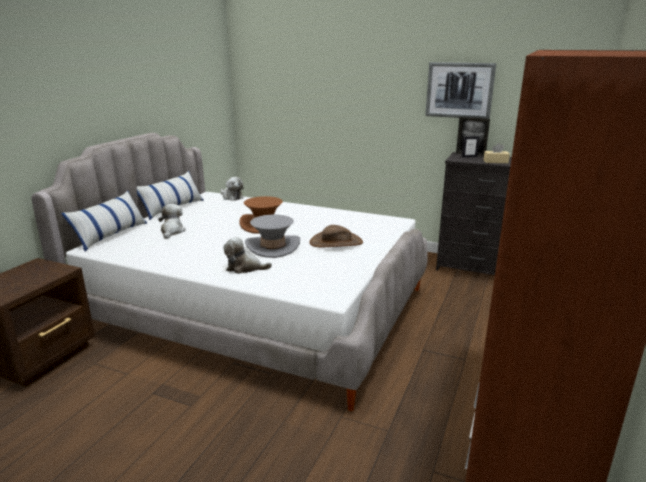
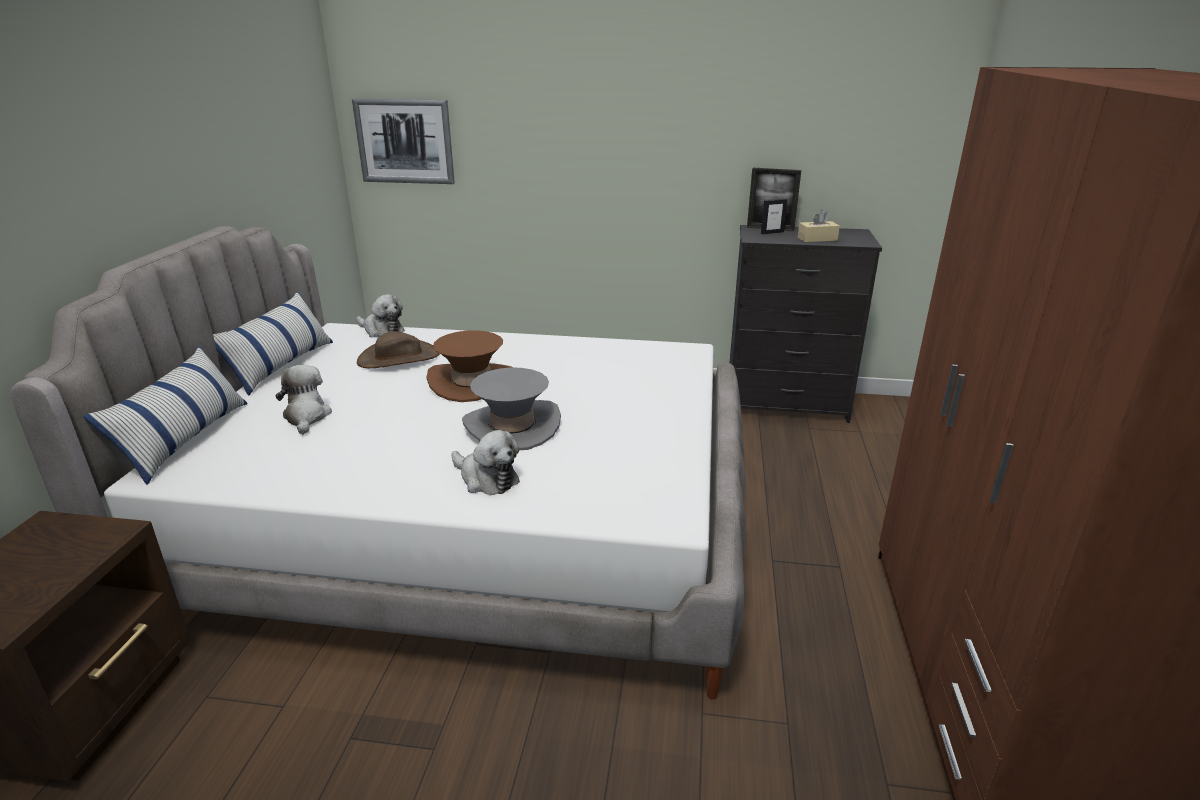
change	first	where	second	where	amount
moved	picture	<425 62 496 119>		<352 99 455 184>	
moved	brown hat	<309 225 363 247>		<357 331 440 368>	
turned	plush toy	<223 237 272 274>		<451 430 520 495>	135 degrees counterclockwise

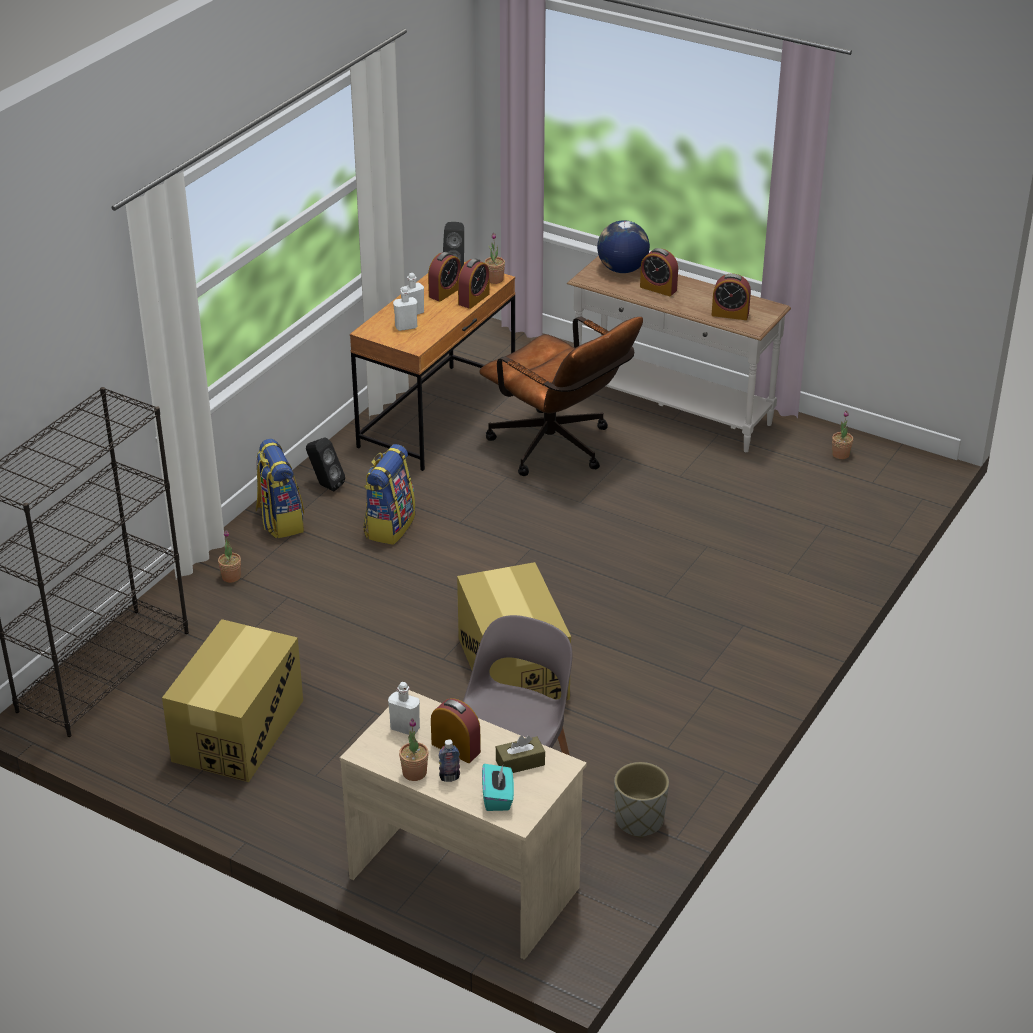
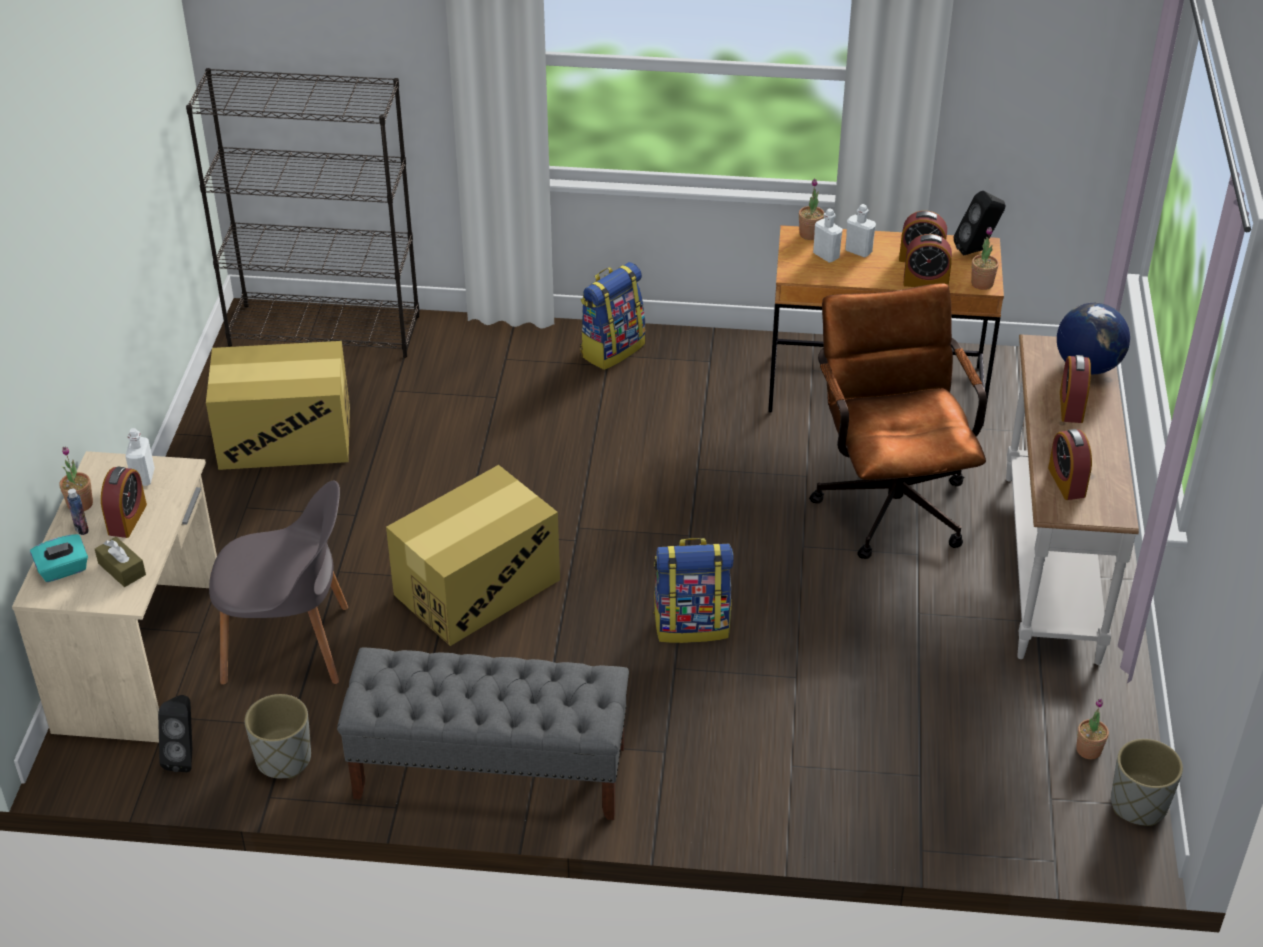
change	first	where	second	where	amount
moved	black speaker	<306 437 345 492>		<158 695 192 772>	
added			grey bench	<337 648 629 820>	
moved	backpack	<363 444 415 545>		<654 538 734 643>	
moved	potted plant	<218 531 241 583>		<799 179 824 240>	
turned	brown office chair	<479 316 643 476>		<809 283 987 559>	150 degrees clockwise
added			grey planter	<1111 739 1183 826>	

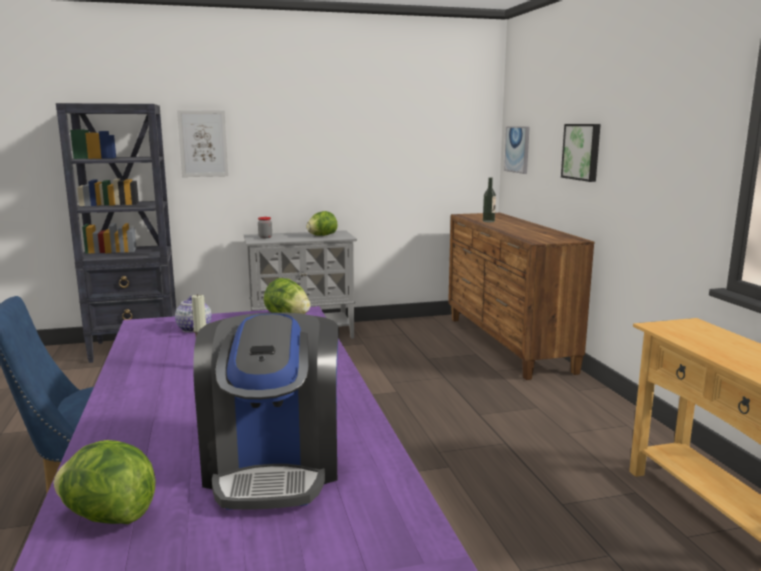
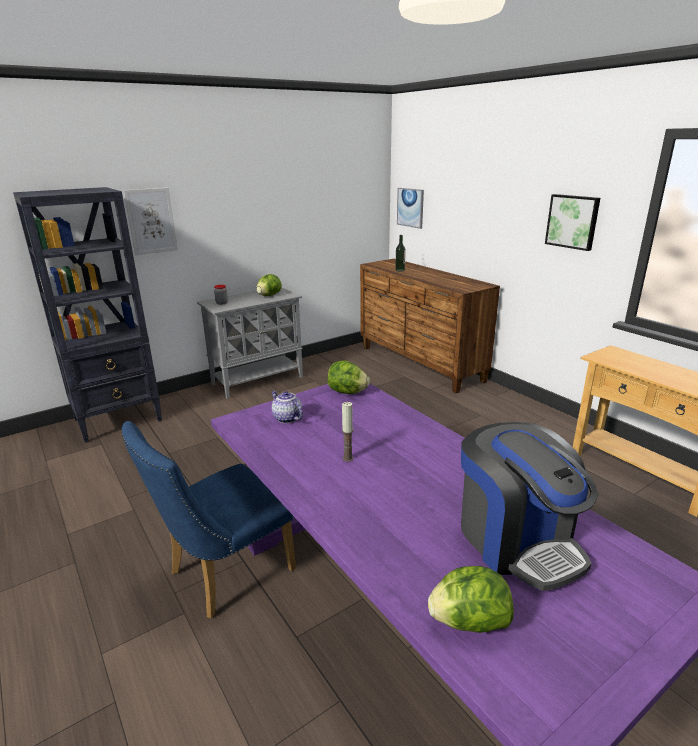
change	first	where	second	where	amount
moved	picture	<561 124 601 182>		<545 194 600 251>	

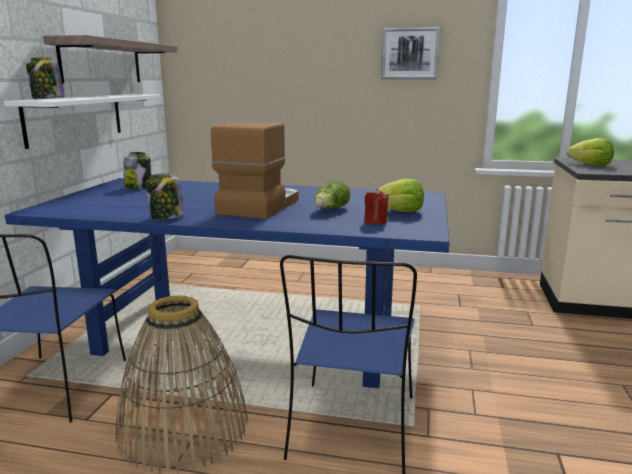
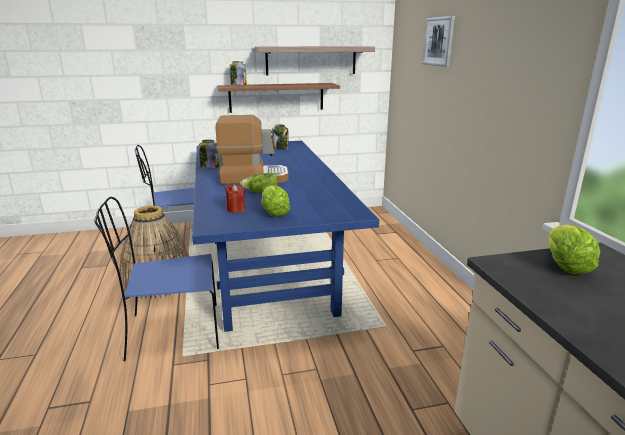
change	first	where	second	where	amount
recoloured	white shelf	<4 94 161 149>	brown shelf	<217 83 340 113>	
moved	picture	<381 27 441 79>		<422 16 455 67>	

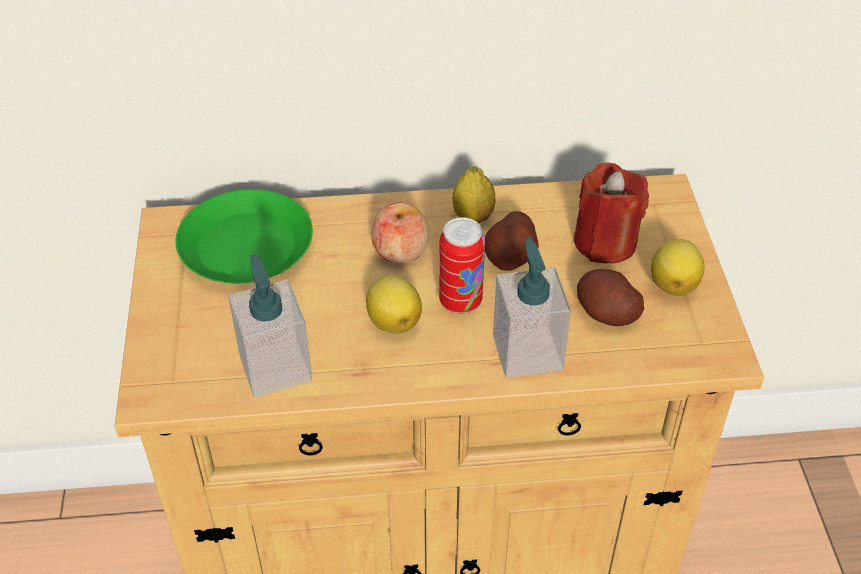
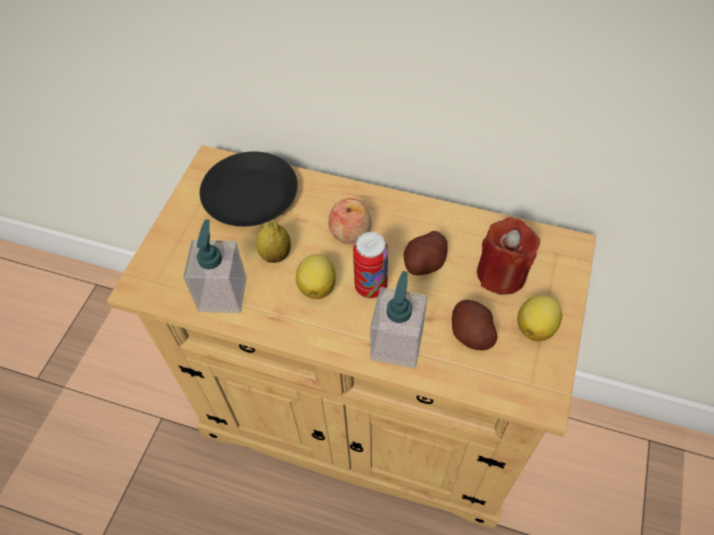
change	first	where	second	where	amount
recoloured	green plate	<175 189 313 283>	black plate	<200 152 298 227>	
moved	lemon	<453 166 496 223>		<256 221 291 263>	

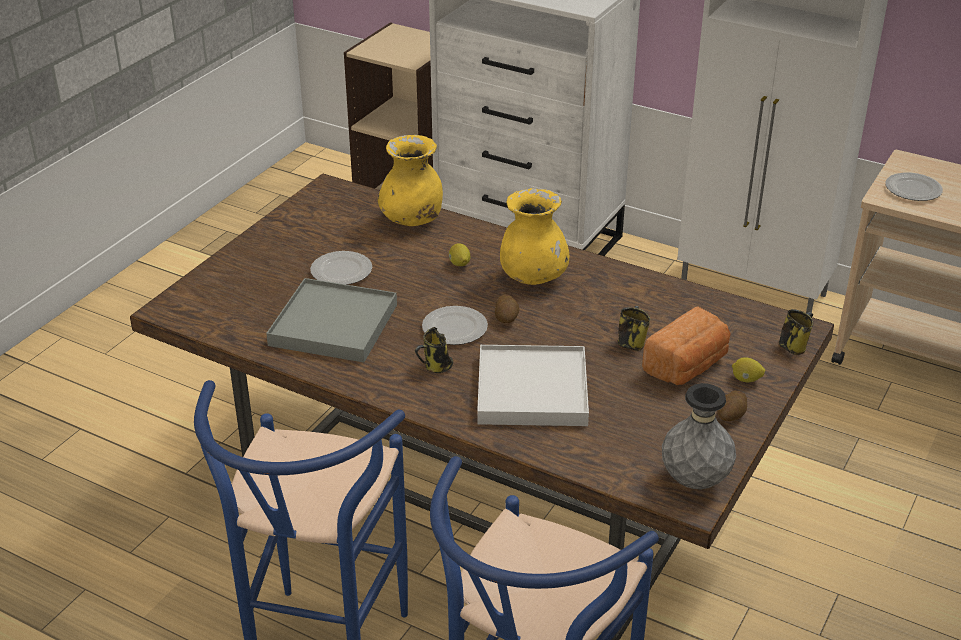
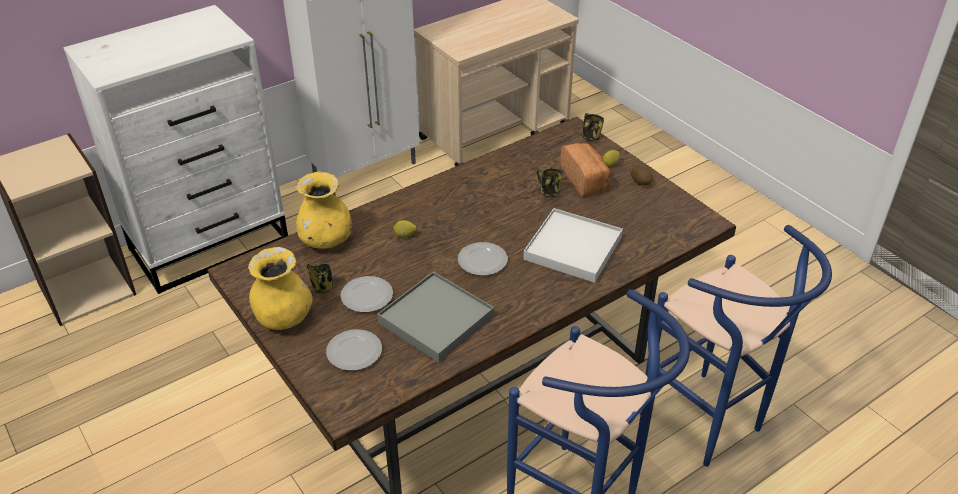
change	first	where	second	where	amount
moved	yellow vase	<500 188 569 285>		<248 247 313 330>	
moved	mug	<415 327 453 373>		<306 263 333 294>	
moved	plate	<885 173 943 201>		<326 329 382 371>	
removed	potato	<495 294 519 323>			
removed	grey vase	<662 383 736 489>			

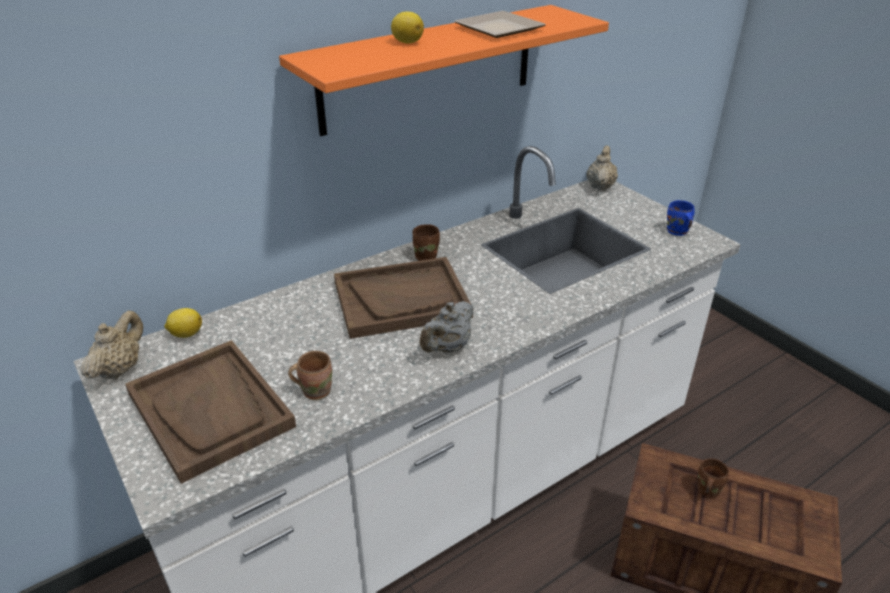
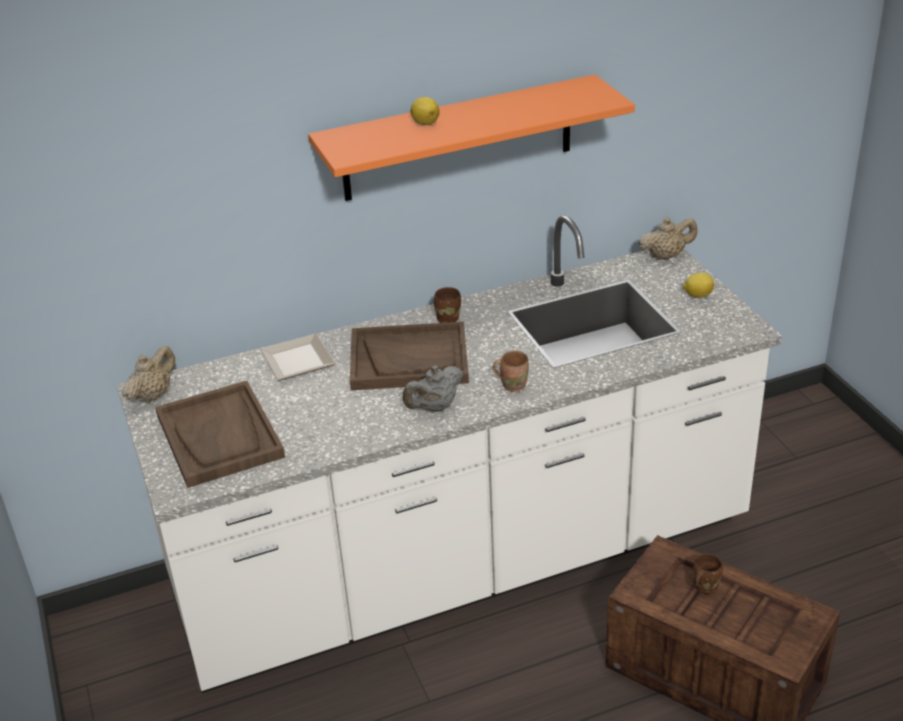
change	first	where	second	where	amount
moved	plate	<454 11 546 38>		<260 334 335 381>	
moved	brown mug	<288 351 332 400>		<493 351 529 392>	
turned	beige teapot	<586 146 618 191>		<639 217 697 260>	45 degrees clockwise
moved	lemon	<164 308 202 338>		<683 273 714 298>	
removed	blue mug	<667 200 695 236>			

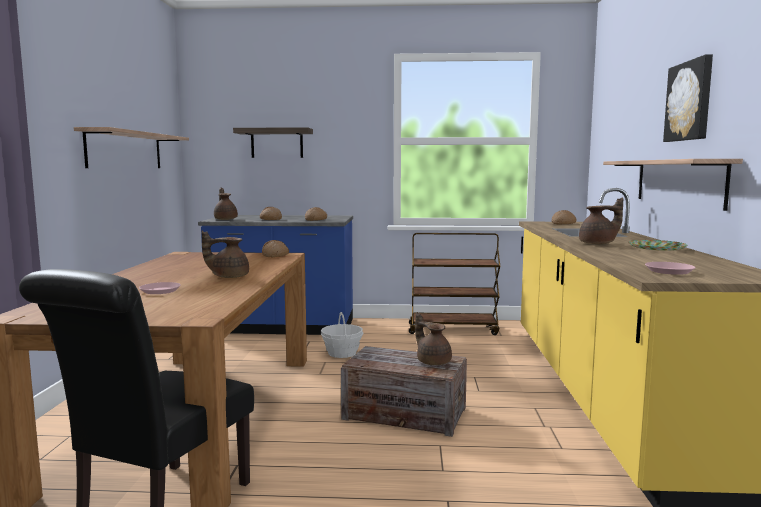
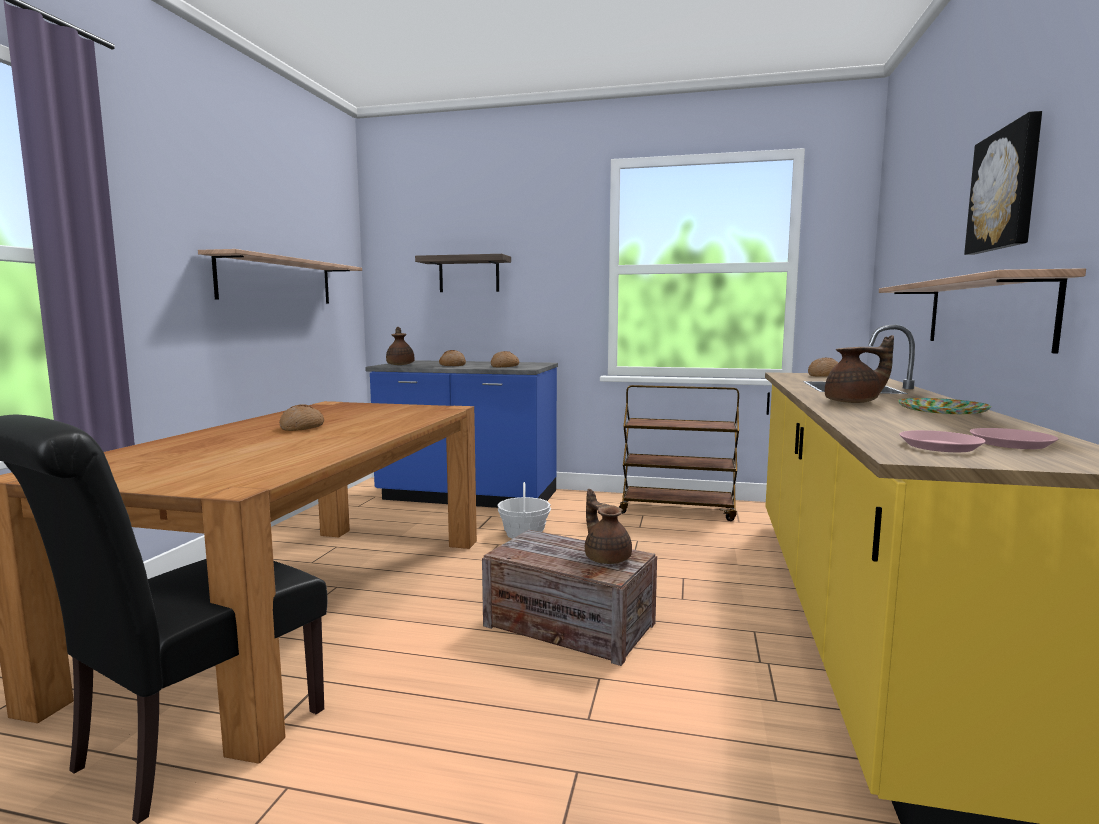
change	first	where	second	where	amount
moved	bread	<262 240 289 257>		<279 404 324 431>	
moved	pink plate	<139 282 181 294>		<970 428 1058 449>	
removed	brown teapot	<201 231 249 278>			

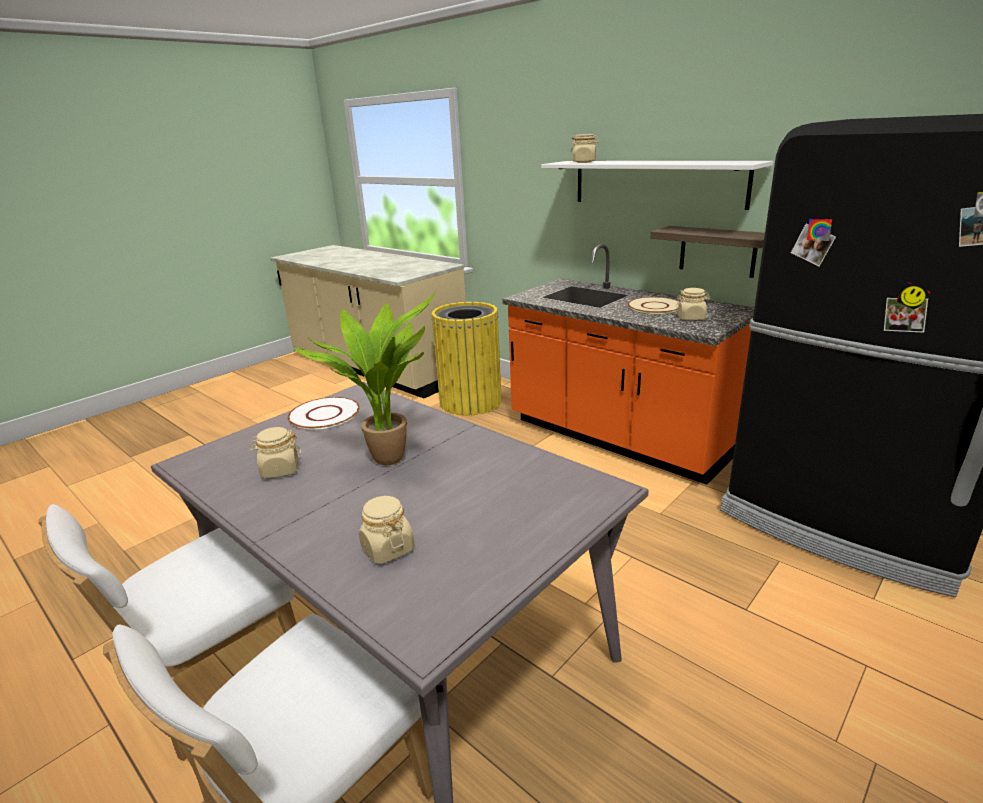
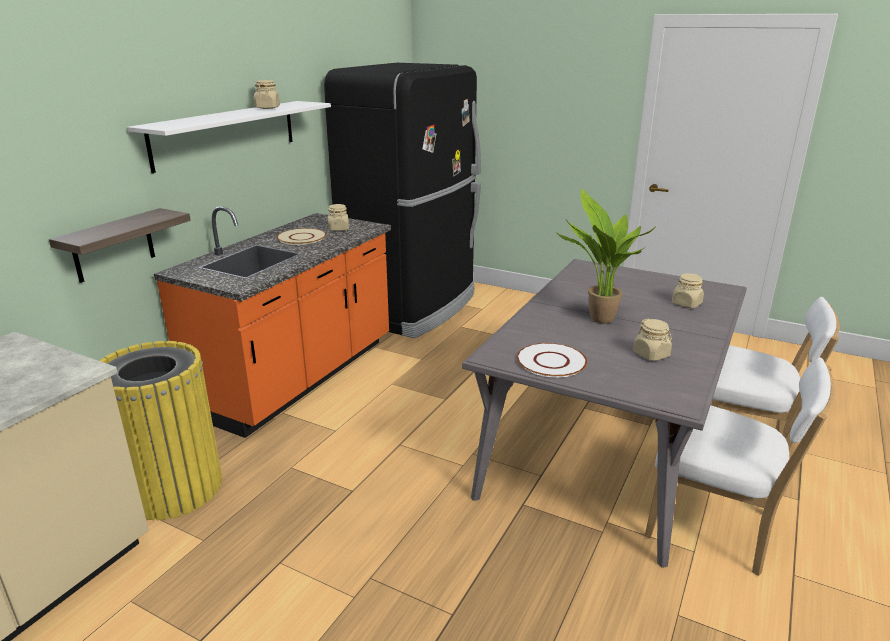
change	first	where	second	where	amount
moved	shelf	<650 226 765 278>		<49 208 191 283>	
moved	beige jar	<570 134 600 163>		<254 80 280 109>	

